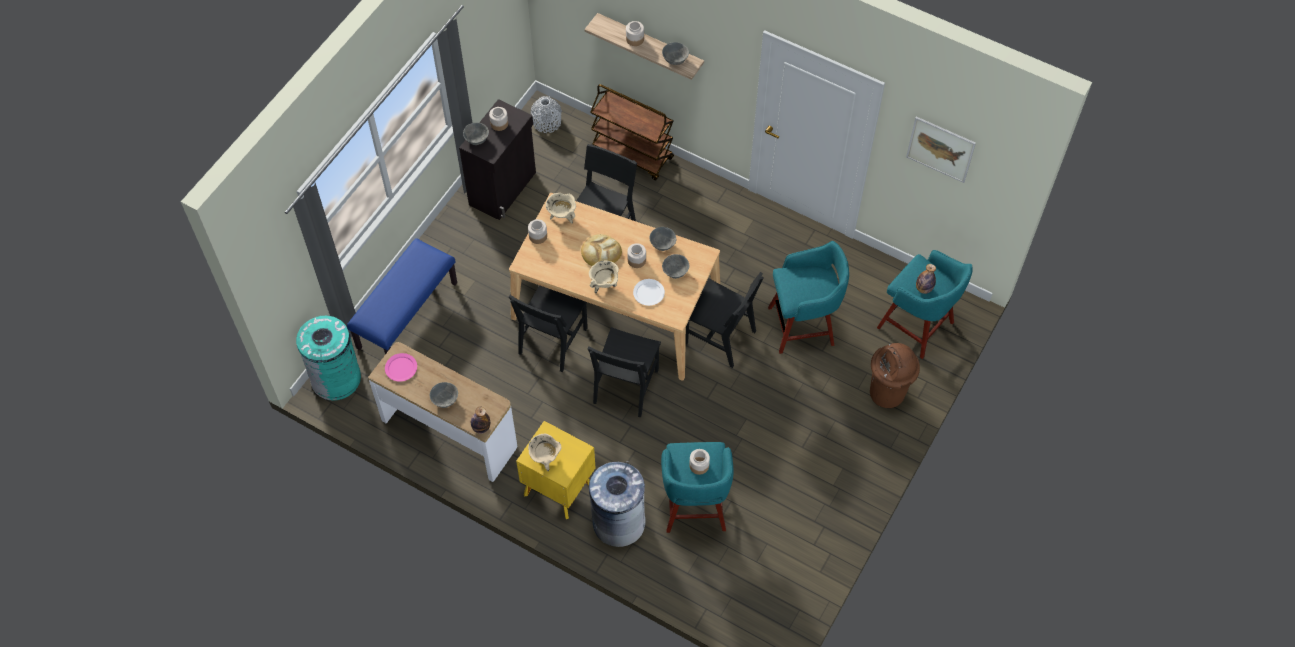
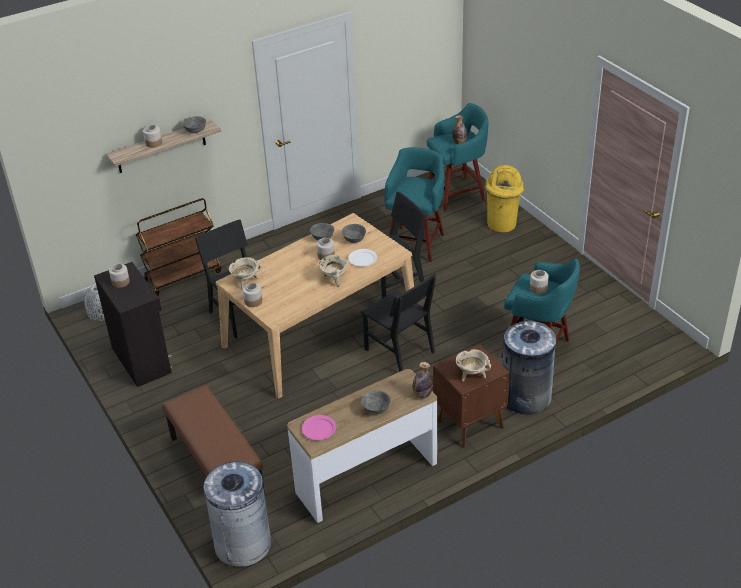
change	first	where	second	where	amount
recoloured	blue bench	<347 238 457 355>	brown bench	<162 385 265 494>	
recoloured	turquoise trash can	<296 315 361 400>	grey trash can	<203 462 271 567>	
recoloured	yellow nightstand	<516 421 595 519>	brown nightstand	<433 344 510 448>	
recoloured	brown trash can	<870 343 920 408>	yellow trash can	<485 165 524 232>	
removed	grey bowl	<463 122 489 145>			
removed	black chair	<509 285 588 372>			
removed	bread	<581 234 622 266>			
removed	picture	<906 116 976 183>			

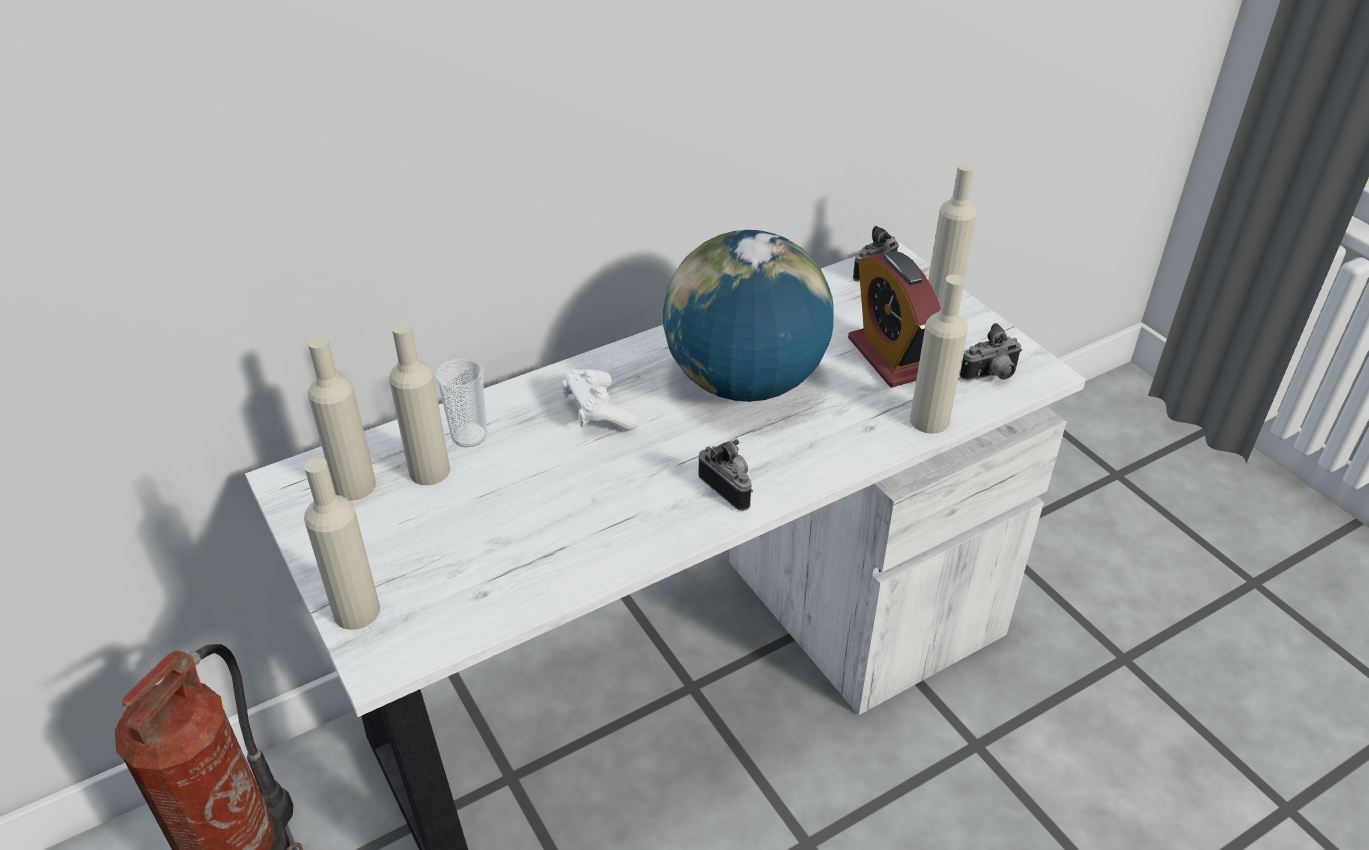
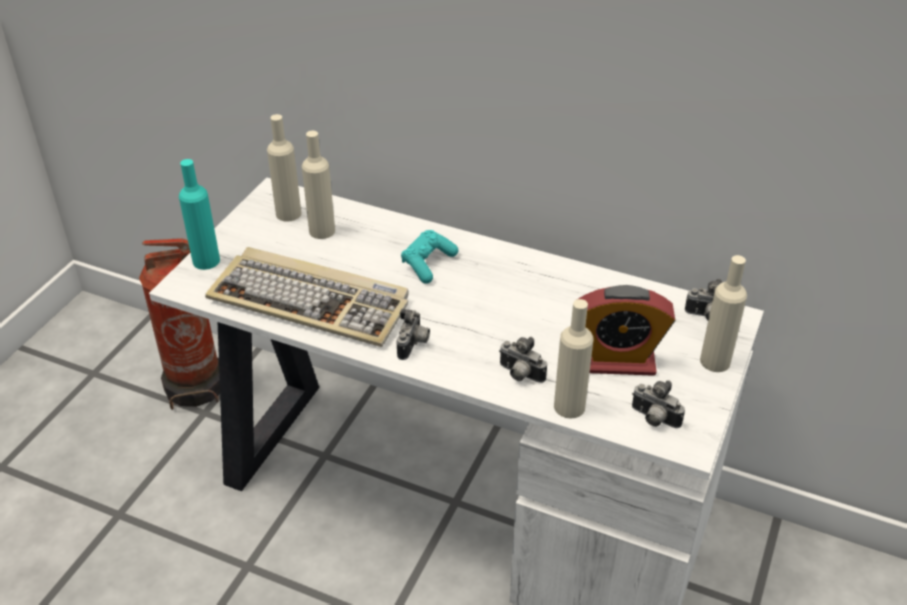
change	first	where	second	where	amount
recoloured	beige bottle	<304 457 380 630>	turquoise bottle	<179 159 220 270>	
added			keyboard	<205 247 409 347>	
recoloured	white game controller	<562 369 638 431>	turquoise game controller	<401 230 458 284>	
added			photo camera	<499 337 547 383>	
turned	alarm clock	<848 251 941 388>		<578 285 675 376>	120 degrees counterclockwise
removed	cup	<435 358 487 447>			
removed	globe	<663 230 834 402>			

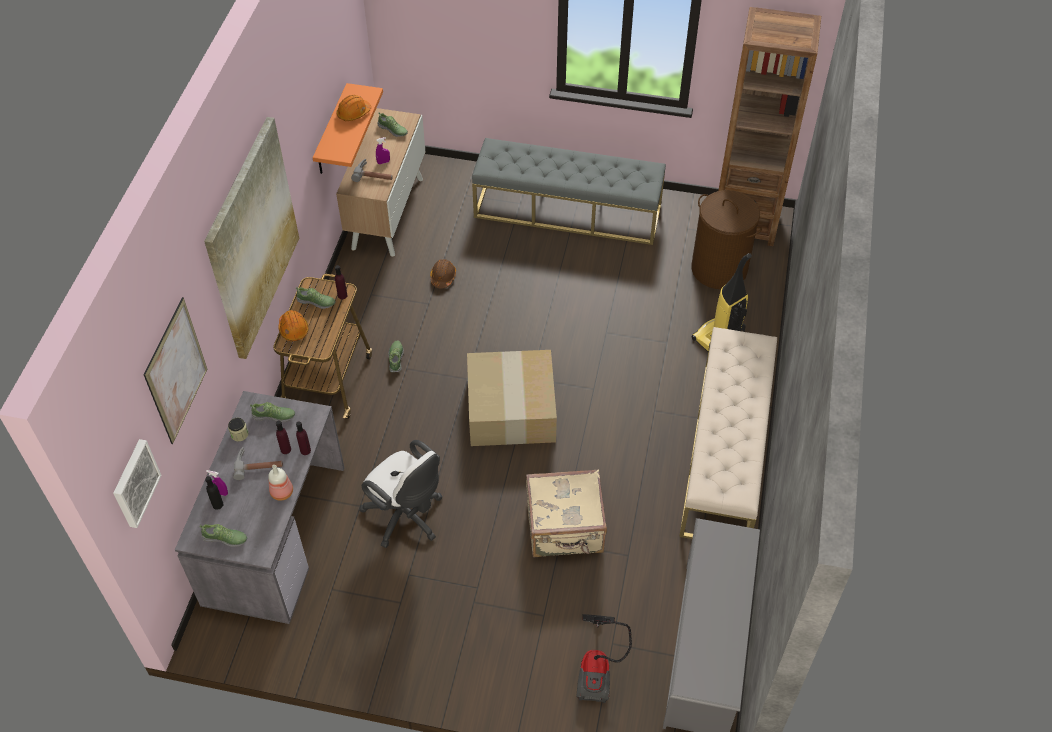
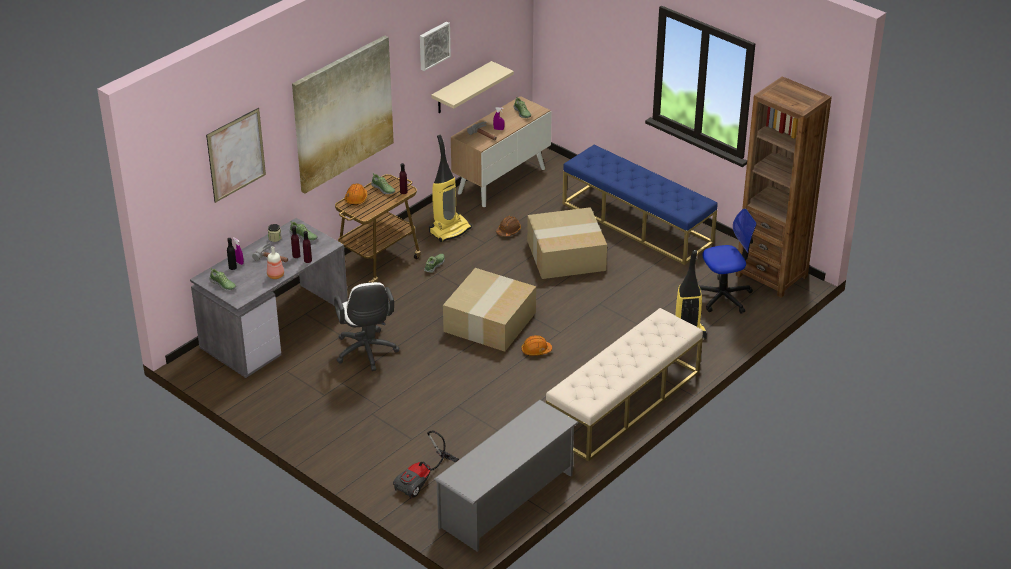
change	first	where	second	where	amount
moved	picture	<113 439 162 528>		<420 21 451 71>	
added			vacuum cleaner	<429 135 472 242>	
recoloured	orange shelf	<313 83 383 174>	beige shelf	<431 61 514 113>	
moved	orange hard hat	<336 95 371 121>		<521 335 552 356>	
added			cardboard box	<527 207 607 279>	
recoloured	grey bench	<472 138 666 245>	blue bench	<562 145 718 265>	
replaced	brown laundry basket	<692 190 762 289>	office chair	<698 208 757 314>	
removed	beige suitcase	<526 469 607 557>			

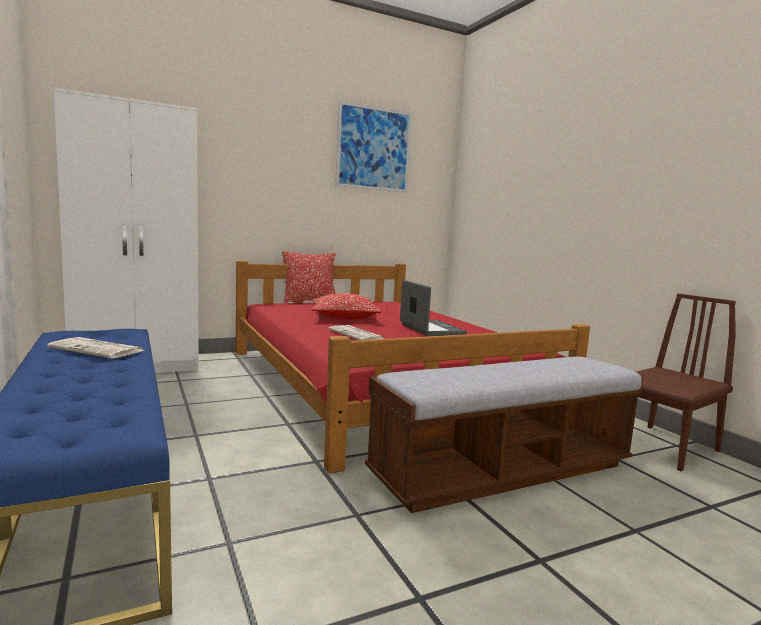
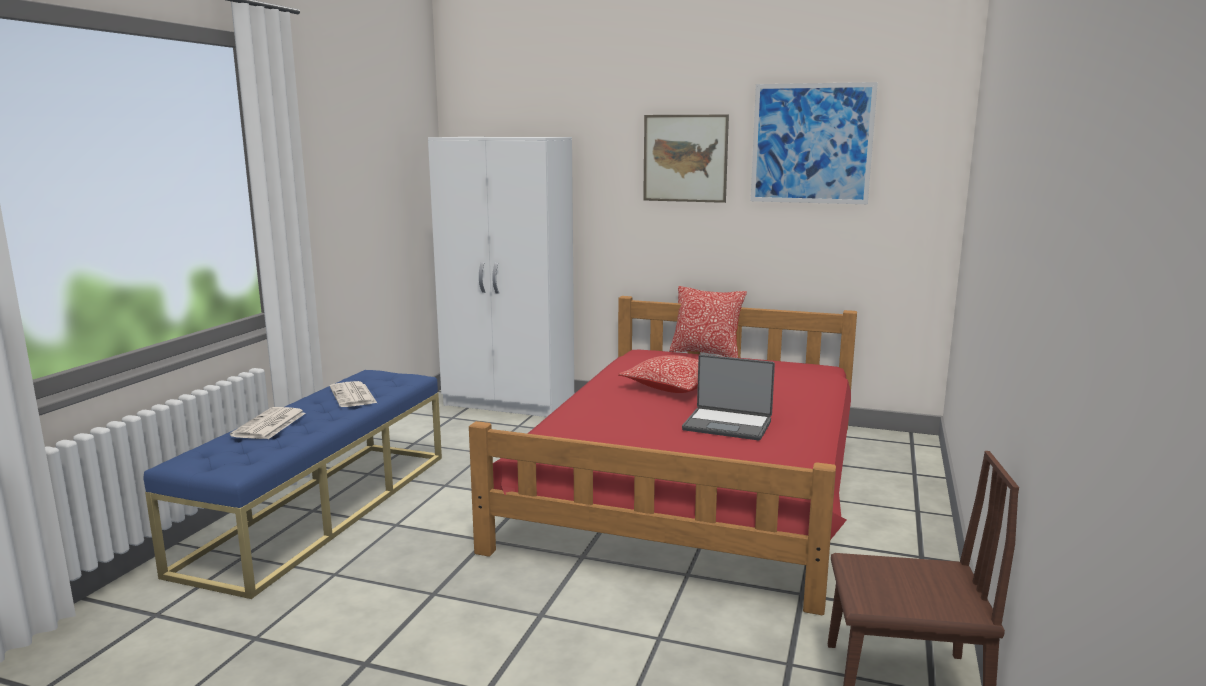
change	first	where	second	where	amount
moved	newspaper	<328 325 384 340>		<230 407 306 439>	
added			picture	<643 115 729 203>	
turned	laptop	<400 280 467 336>		<682 354 775 440>	90 degrees clockwise
removed	bench	<365 357 643 513>			

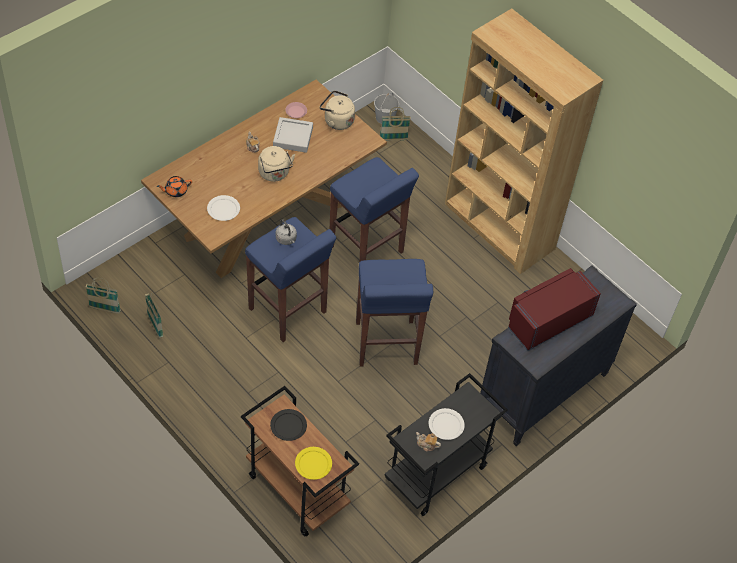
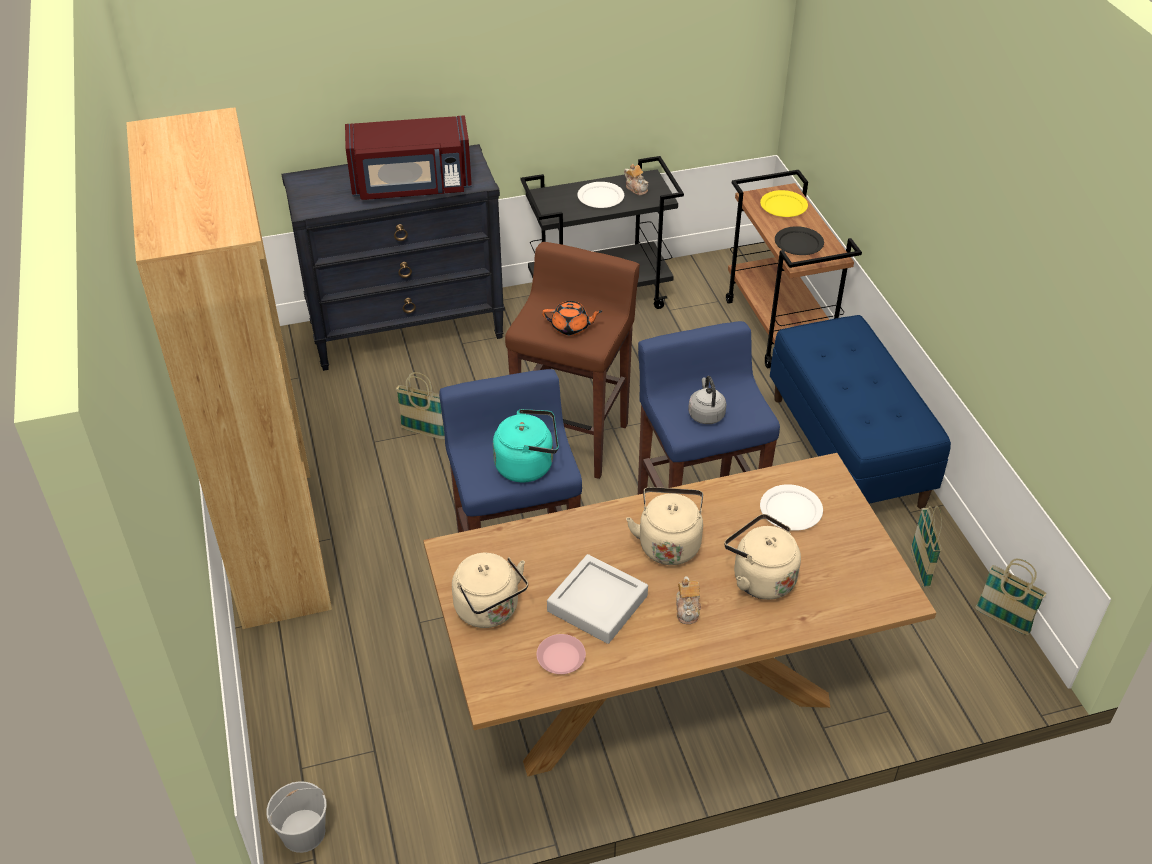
change	first	where	second	where	amount
moved	basket	<380 107 411 141>		<396 372 445 439>	
added			turquoise kettle	<493 409 559 482>	
recoloured	blue stool	<356 259 433 366>	brown stool	<505 242 640 479>	
moved	orange teapot	<157 176 192 197>		<542 301 602 336>	
added			beige kettle	<724 514 801 600>	
added			blue bench	<770 315 951 509>	

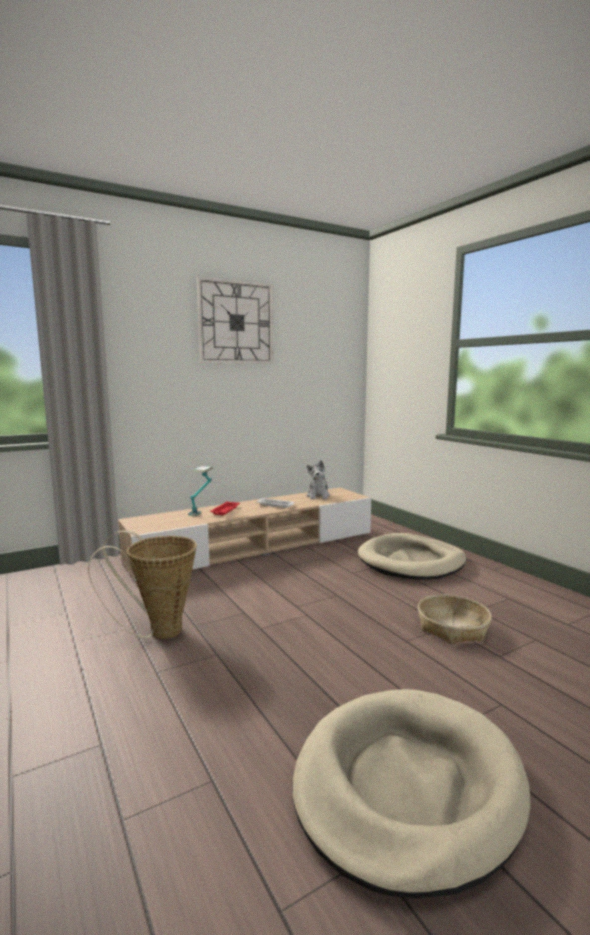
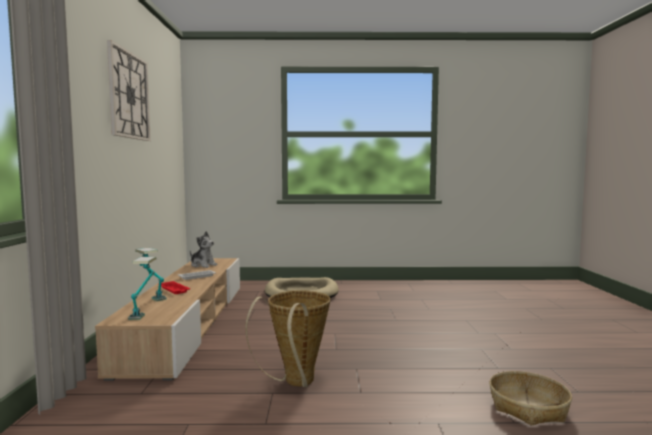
change	first	where	second	where	amount
added			table lamp	<128 257 157 320>	
moved	basket	<418 595 492 644>		<489 371 572 425>	
removed	beige dog bed	<292 689 531 899>			

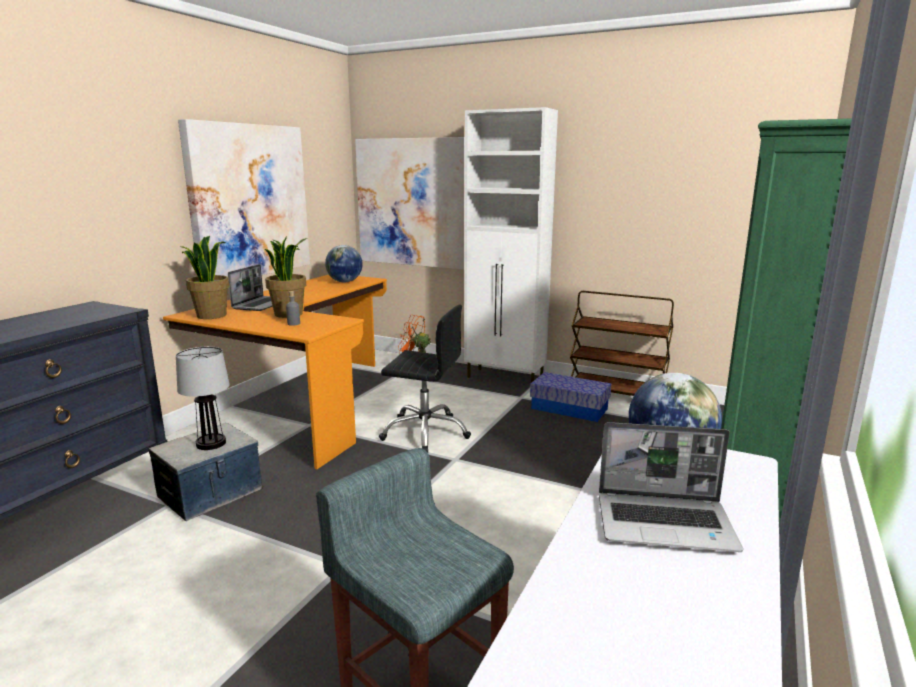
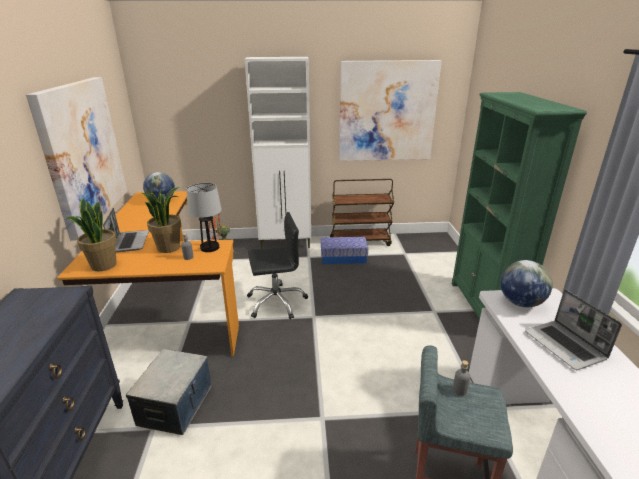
change	first	where	second	where	amount
moved	table lamp	<176 346 230 450>		<186 183 222 252>	
moved	picture	<355 137 465 270>		<339 60 442 161>	
added			grey bottle	<453 360 470 396>	
turned	laptop	<599 422 743 552>		<525 289 622 370>	90 degrees clockwise

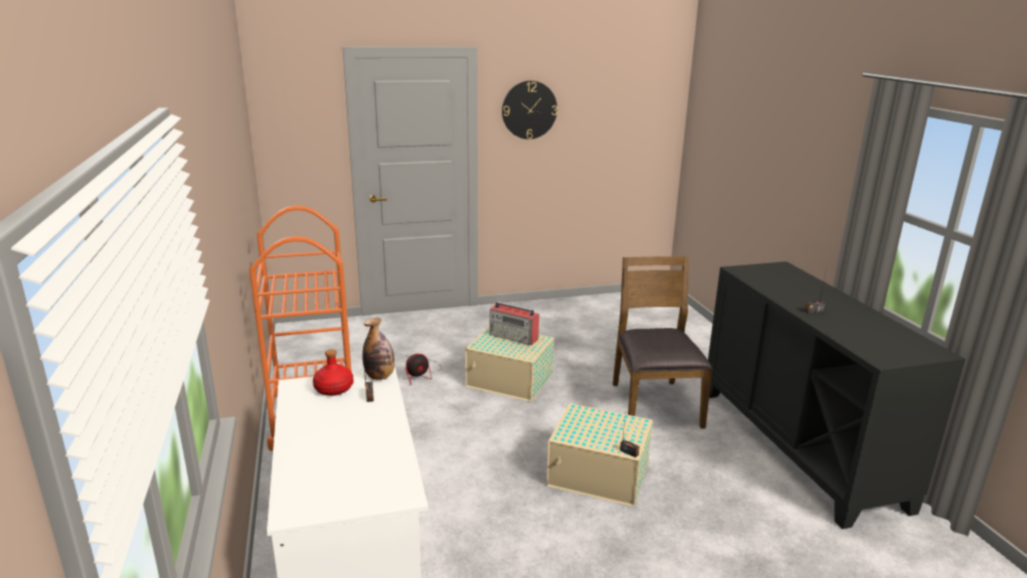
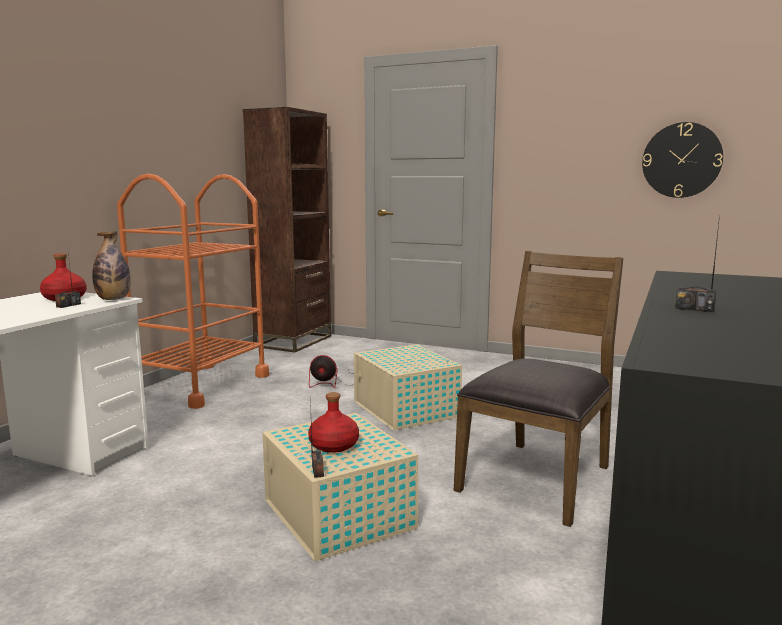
change	first	where	second	where	amount
added			brown bookcase	<243 107 332 353>	
added			red bottle	<308 392 359 453>	
moved	wall clock	<502 81 557 139>		<642 122 723 198>	
removed	radio	<490 301 539 345>			

